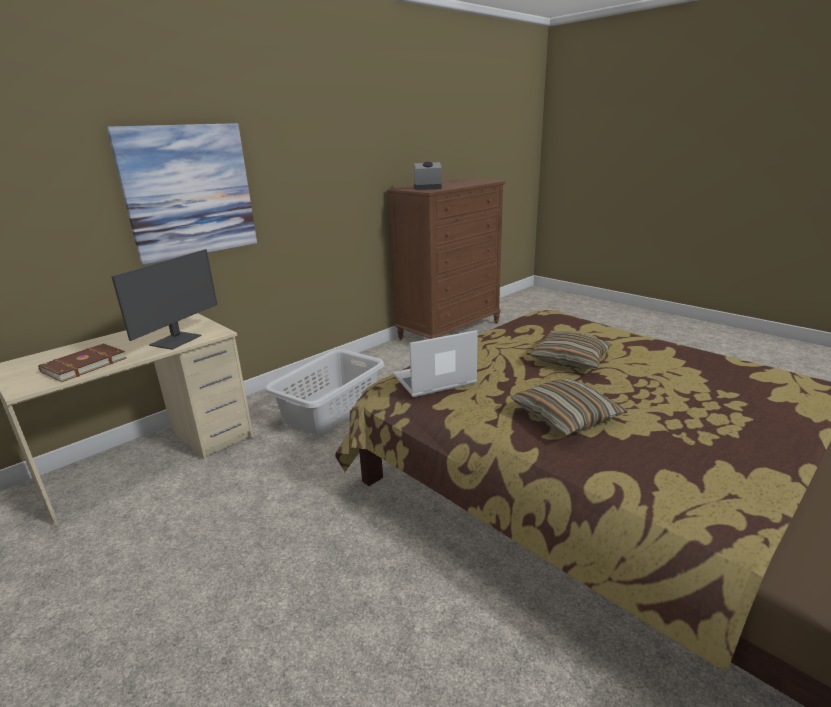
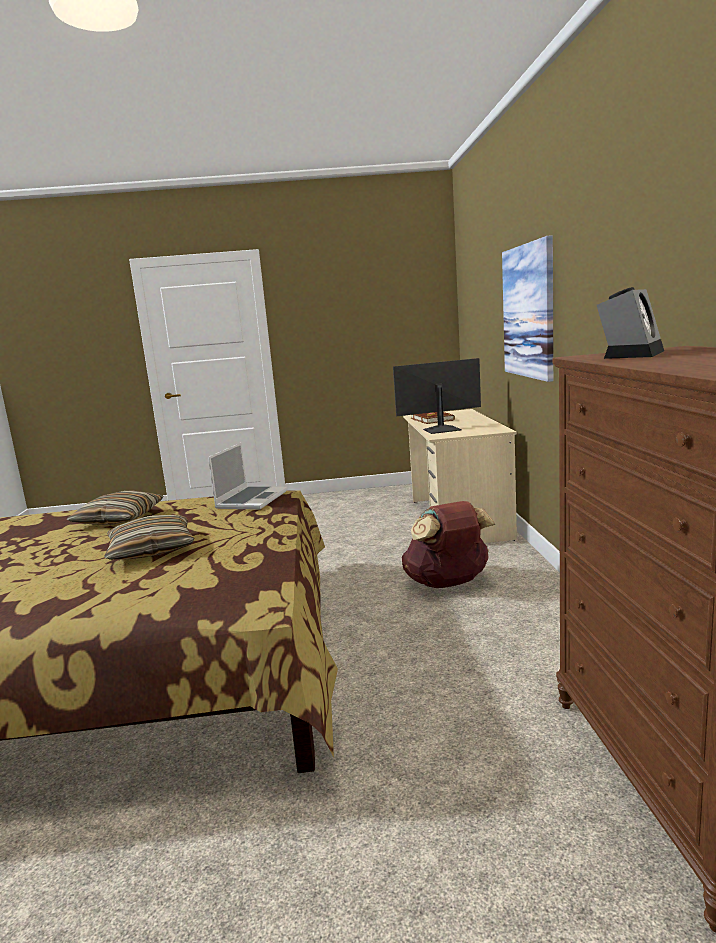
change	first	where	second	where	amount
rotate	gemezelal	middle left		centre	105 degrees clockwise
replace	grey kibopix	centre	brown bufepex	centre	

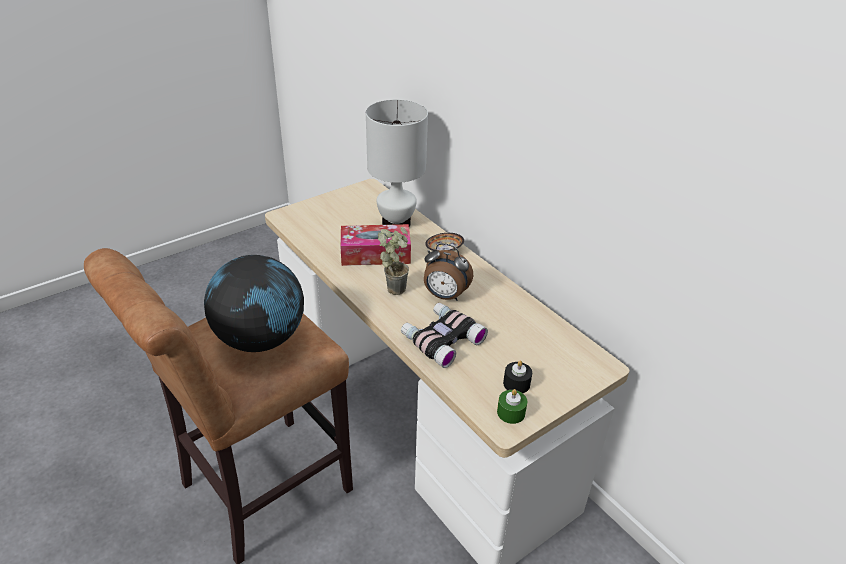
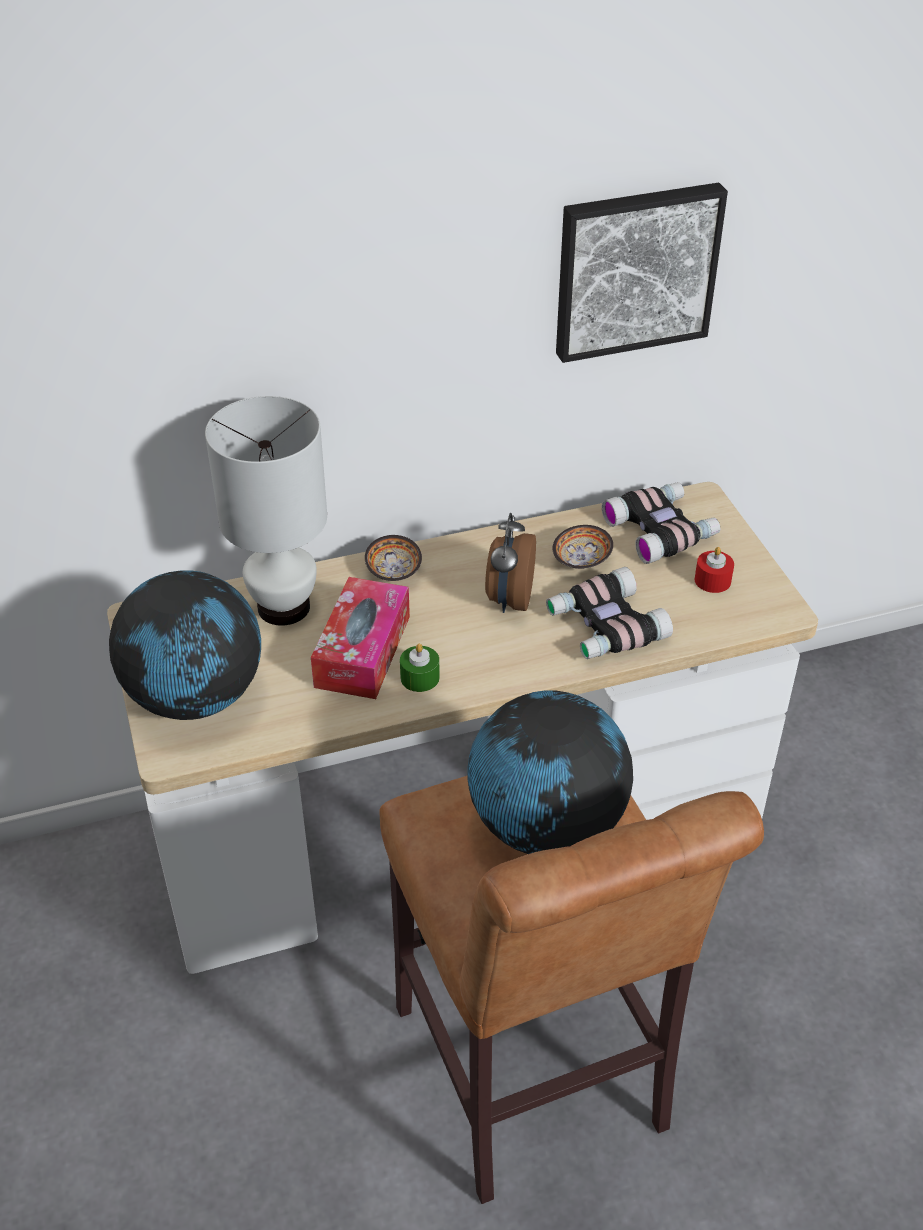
change	first	where	second	where	amount
insert			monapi (1st from left)	middle left	
move	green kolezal	bottom centre		centre	
rotate	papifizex	centre		centre	150 degrees clockwise
insert			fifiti (2nd from left)	centre	
insert			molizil	top right	
insert			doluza (2nd from left)	middle right	
recolor	black kolezal	bottom centre	red kolezal	middle right	
delete	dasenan	centre			

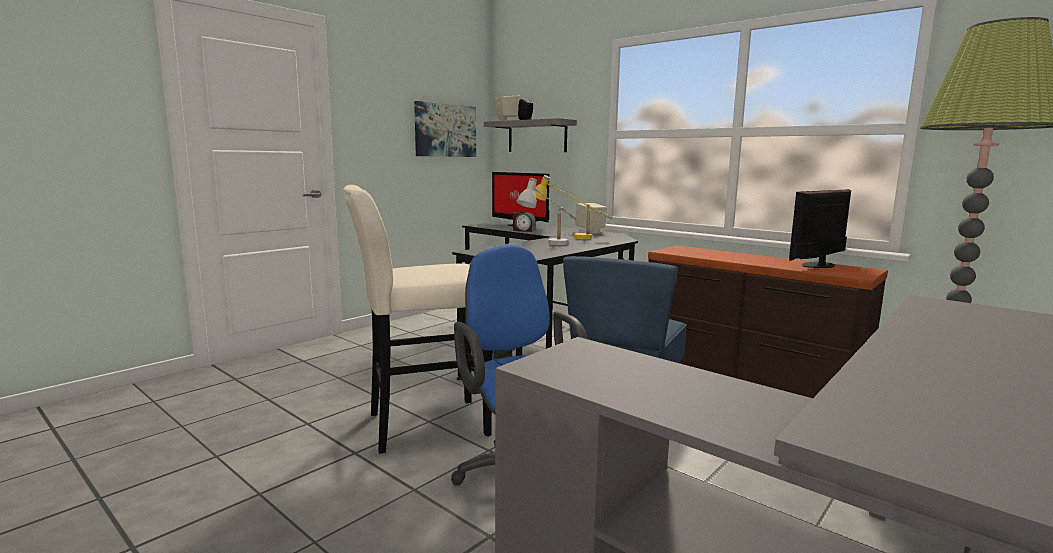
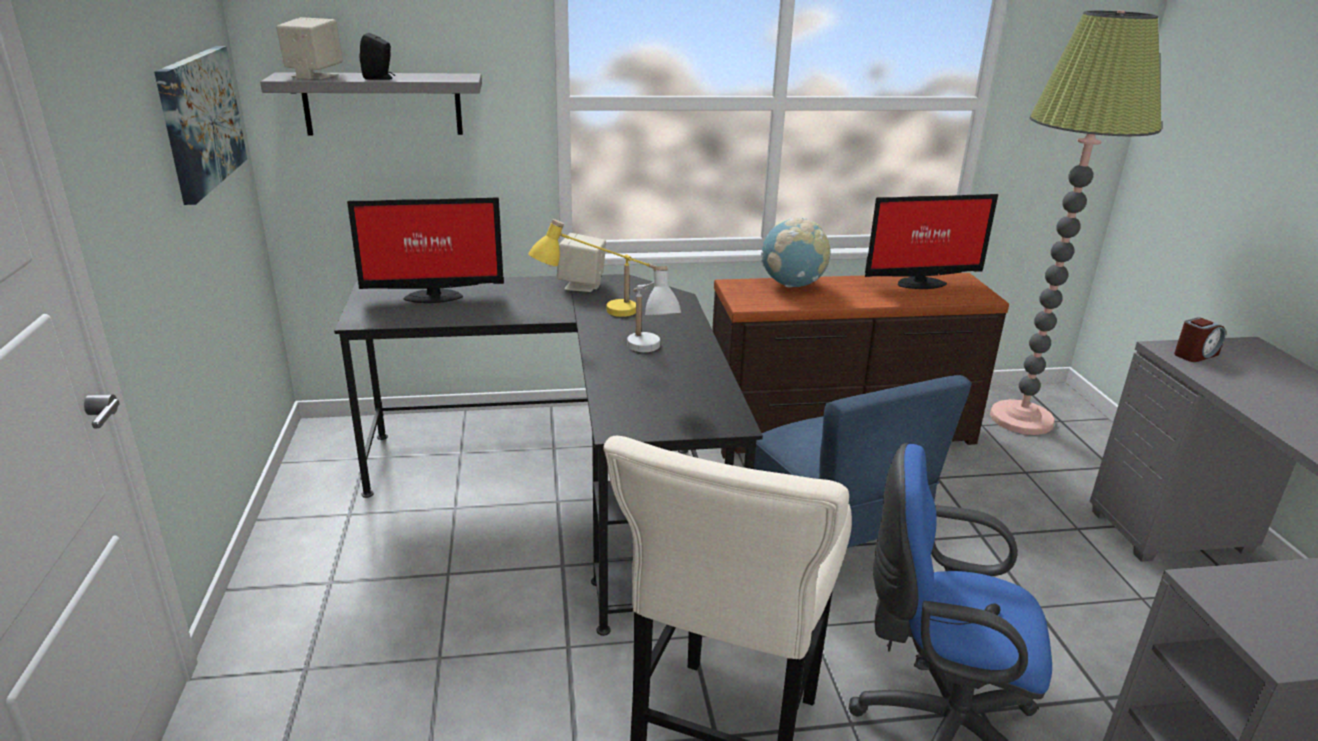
change	first	where	second	where	amount
insert			monapi	centre	
rotate	gemezelal (2nd from left)	middle right		top right	105 degrees counterclockwise
move	papifizex	centre		middle right	

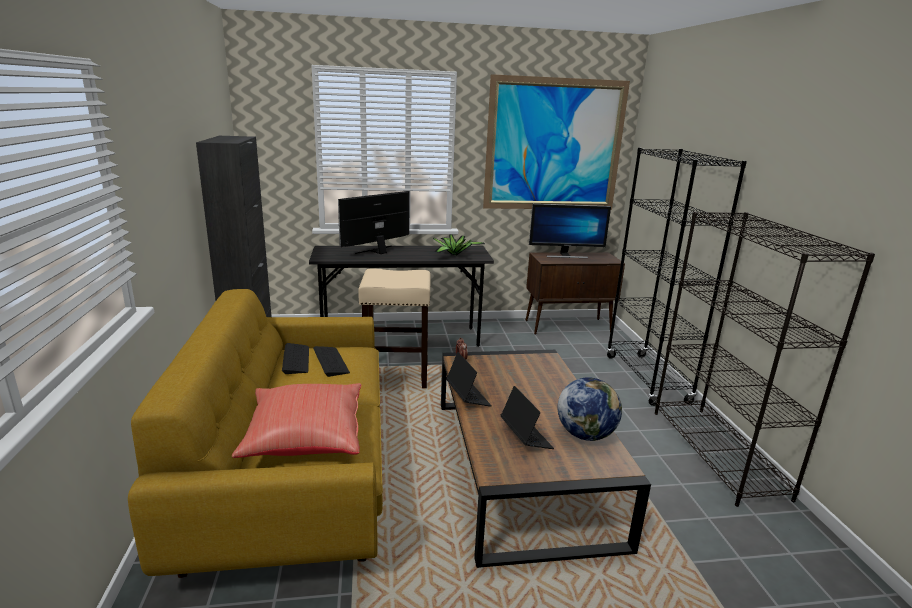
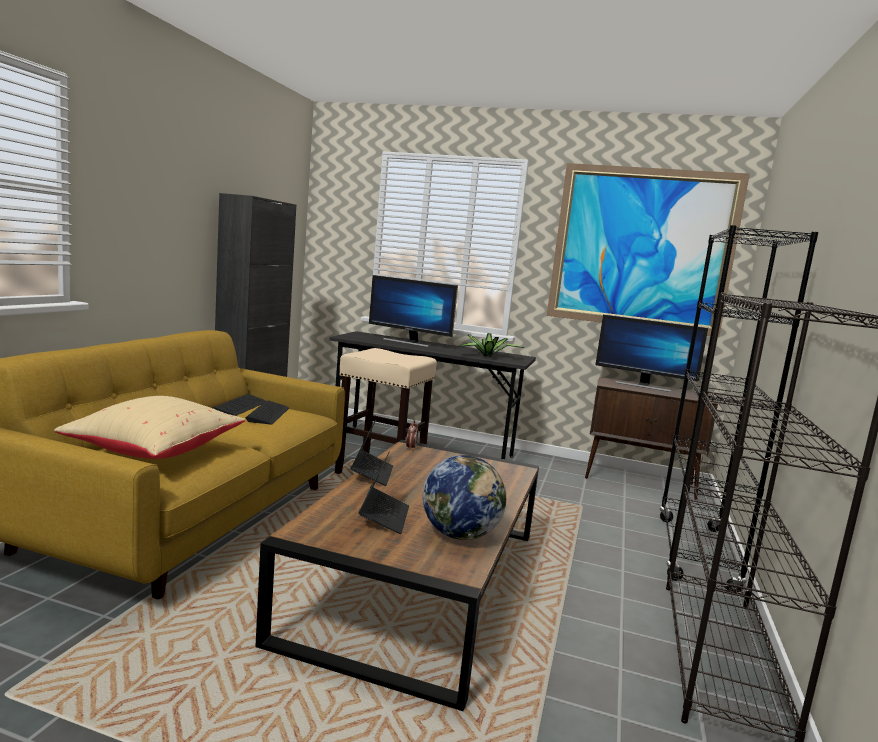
change	first	where	second	where	amount
recolor	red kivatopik	bottom left	beige kivatopik	middle left	
rotate	gemezelal (1st from left)	centre		centre	135 degrees counterclockwise

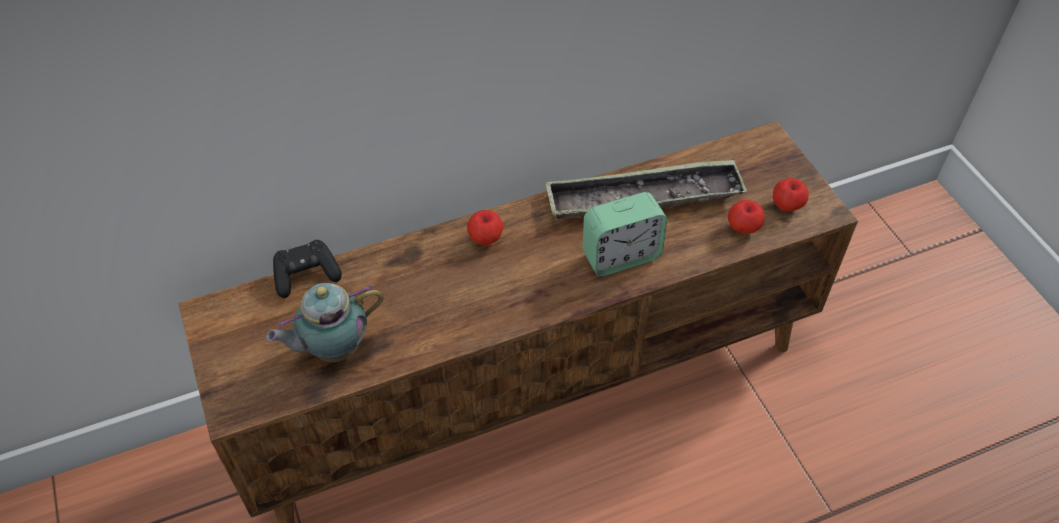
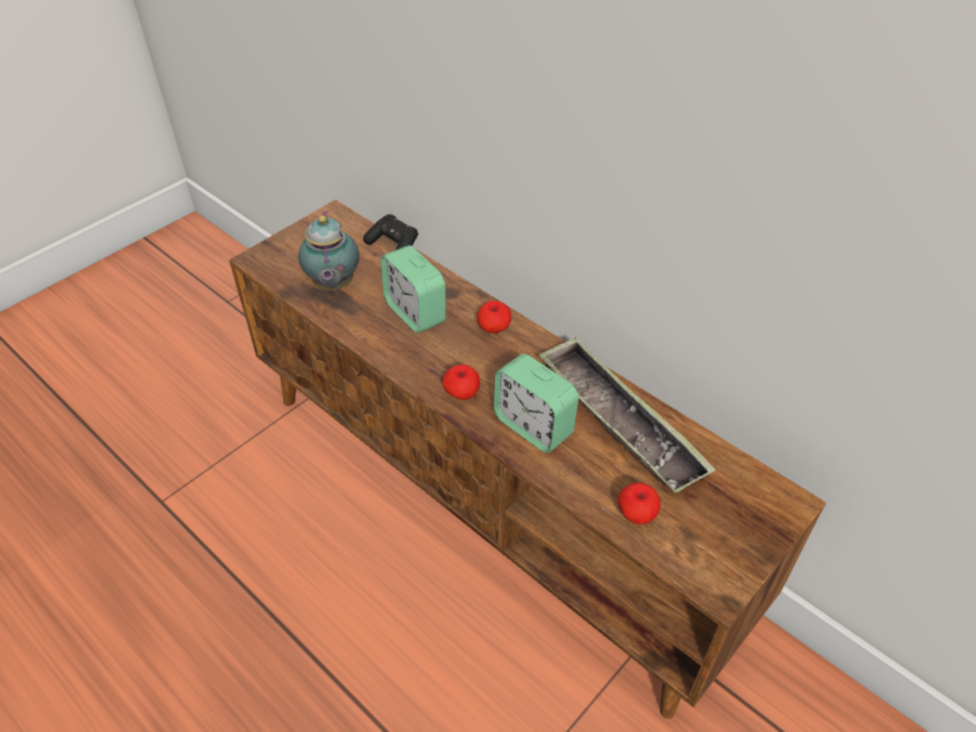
change	first	where	second	where	amount
rotate	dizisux	middle left		centre	135 degrees counterclockwise
insert			papifizex (1st from left)	centre	
move	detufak (3rd from left in the first image)	middle right	detufak (1st from left)	centre	

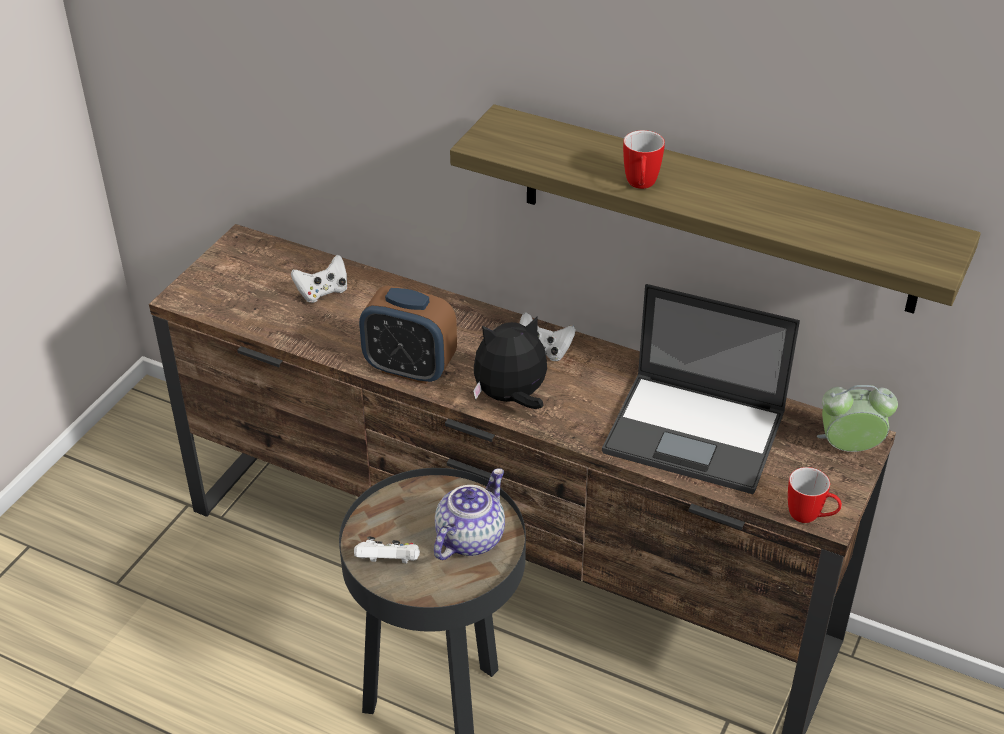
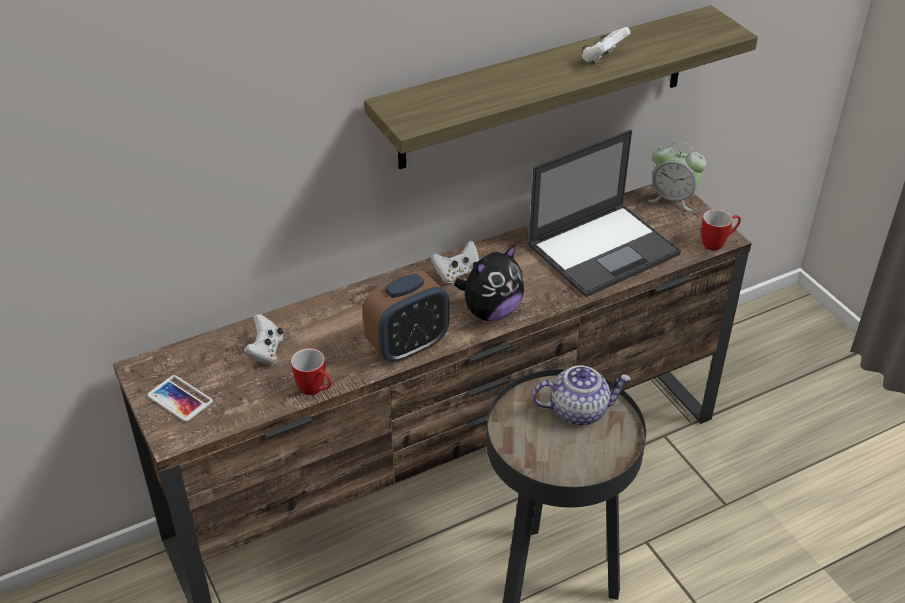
change	first	where	second	where	amount
insert			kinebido	middle left	
move	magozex (1st from left)	top centre		centre	
rotate	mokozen	centre		centre	150 degrees counterclockwise
rotate	dizisux	bottom centre		centre	105 degrees clockwise
move	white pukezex (2nd from left in the first image)	bottom centre	white pukezex (3rd from left)	top right	
rotate	papifizex (2nd from left)	middle right		top right	105 degrees counterclockwise

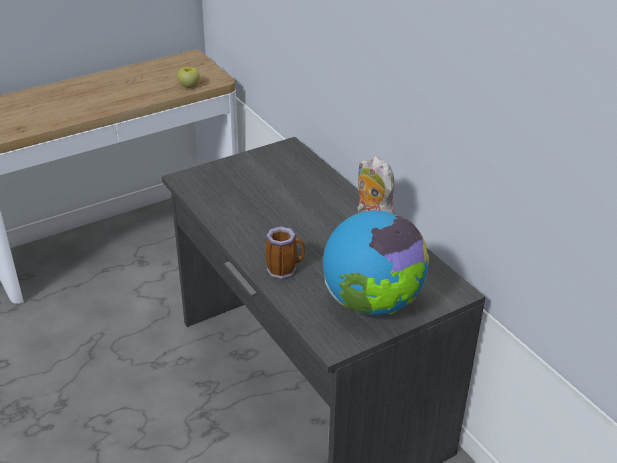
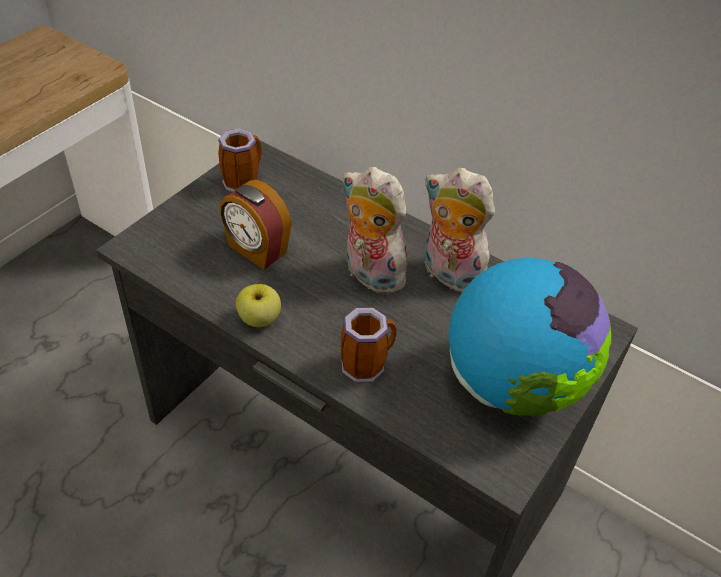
change	first	where	second	where	amount
insert			magozex (1st from left)	top left	
insert			papifizex	centre	
move	detufak	top left		centre	
insert			mokozen (1st from left)	centre	

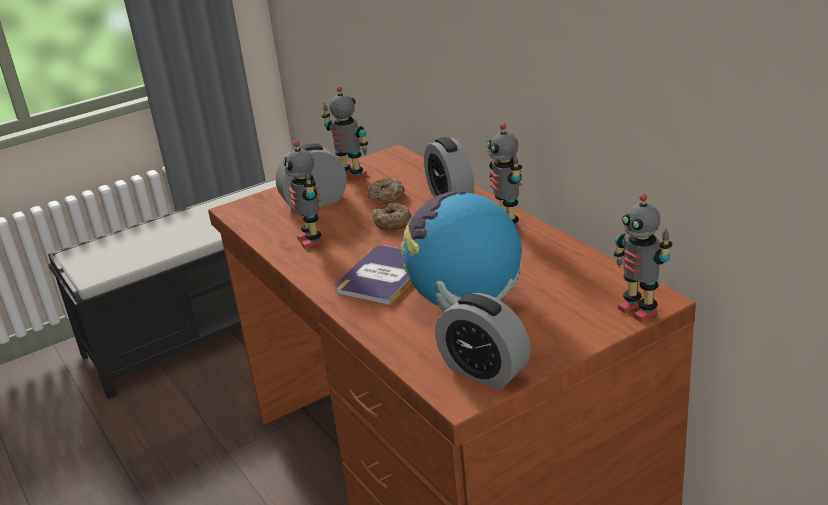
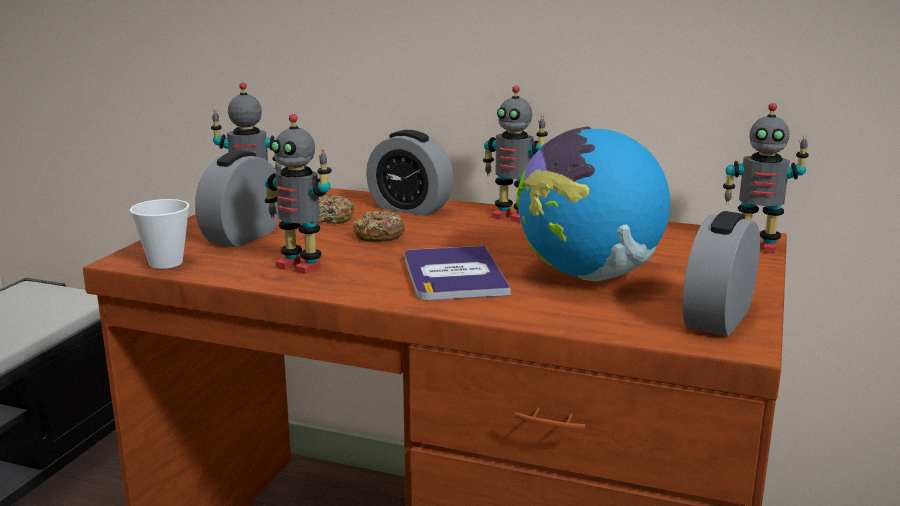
change	first	where	second	where	amount
insert			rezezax	middle left	
rotate	papifizex (3rd from left)	bottom centre		middle right	120 degrees clockwise

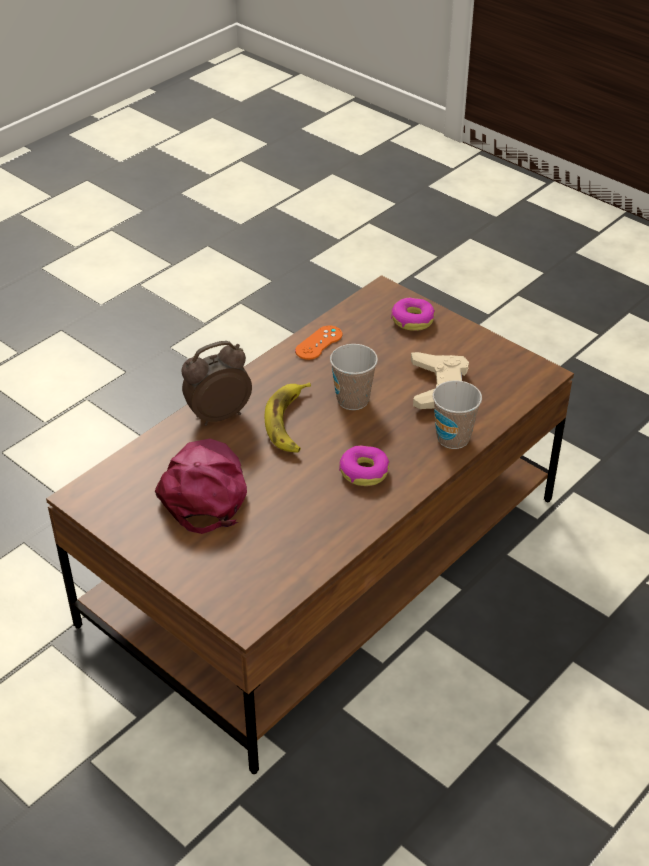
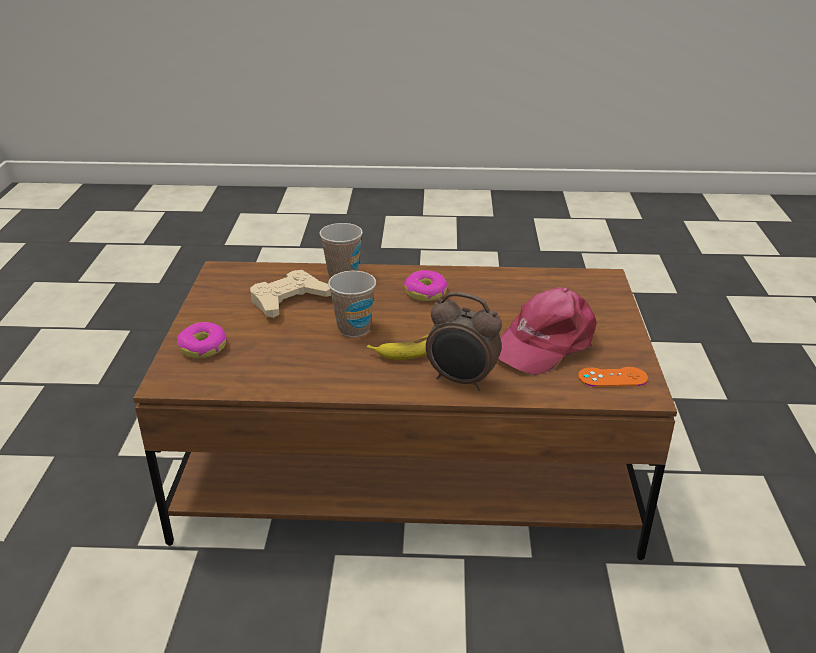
change	first	where	second	where	amount
move	orange pukezex	centre		middle right	

